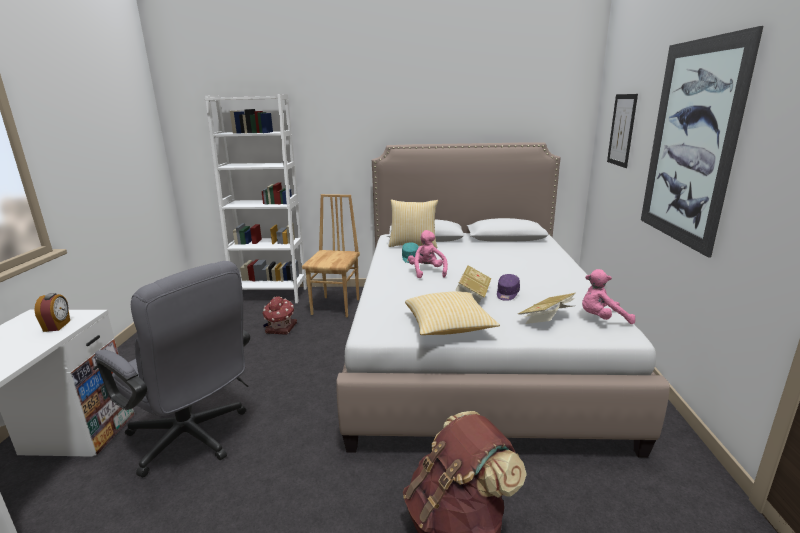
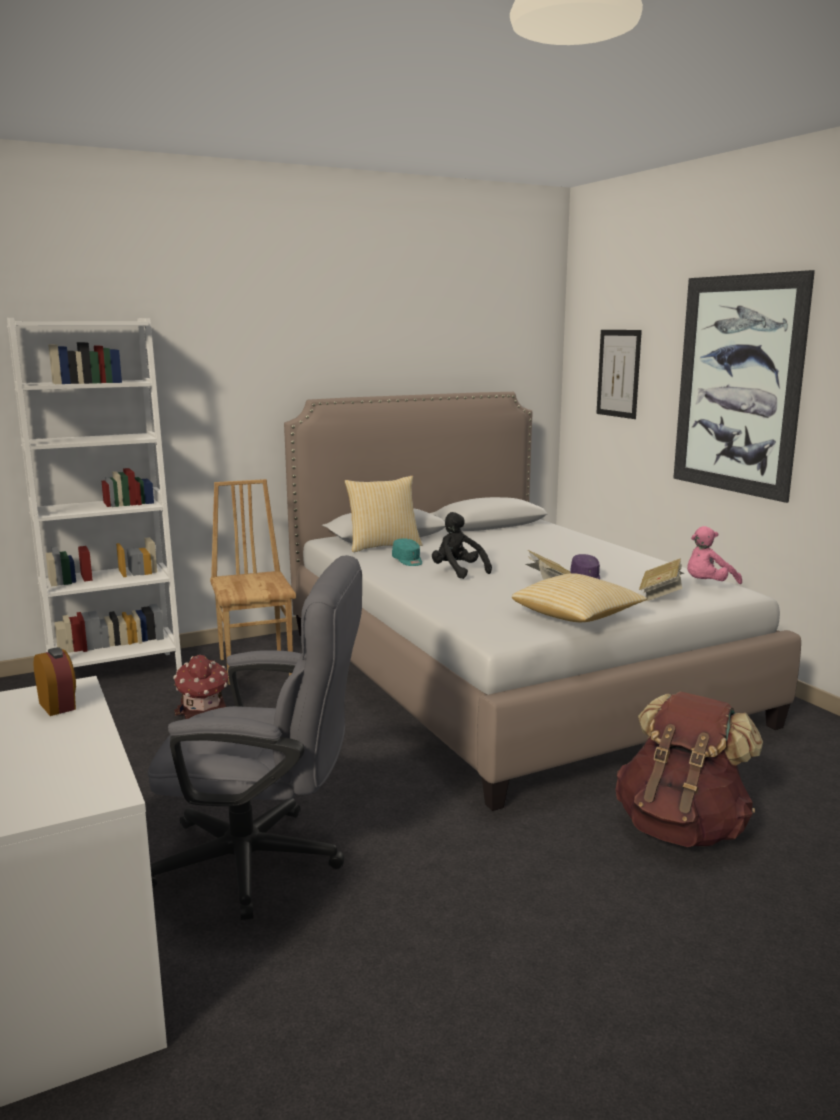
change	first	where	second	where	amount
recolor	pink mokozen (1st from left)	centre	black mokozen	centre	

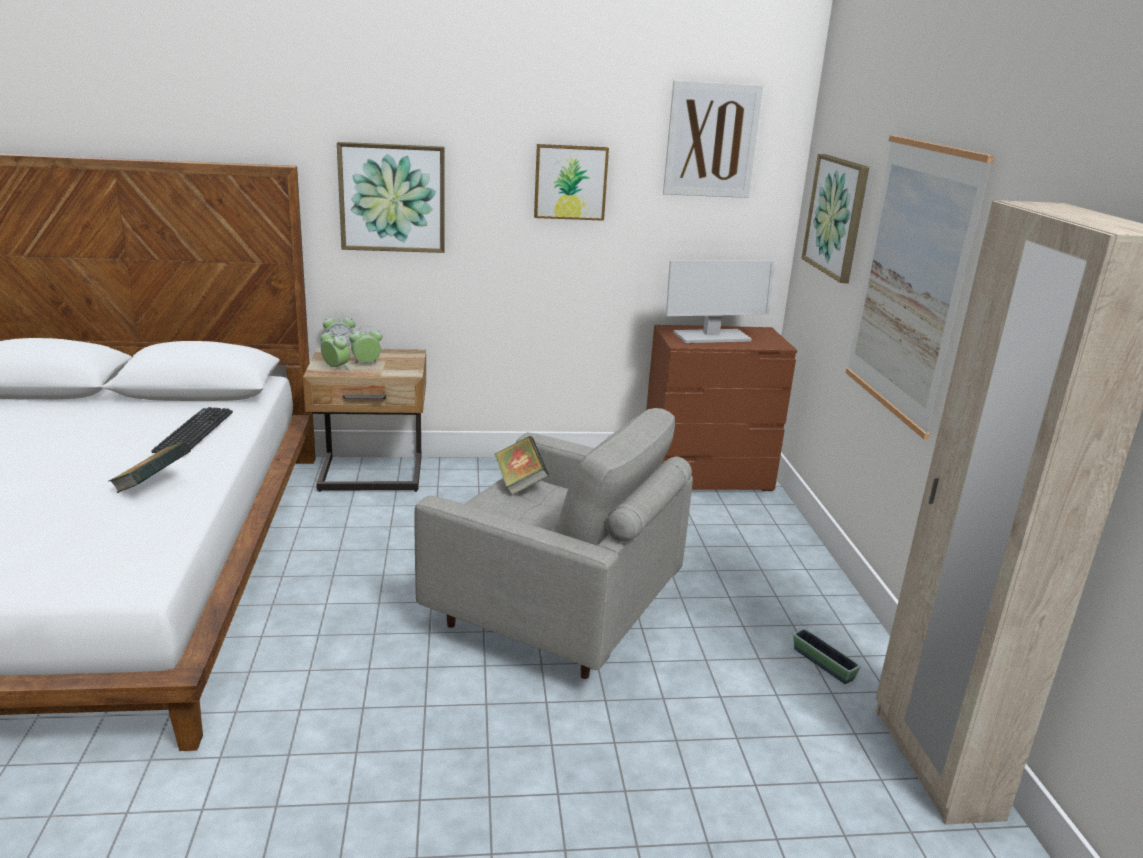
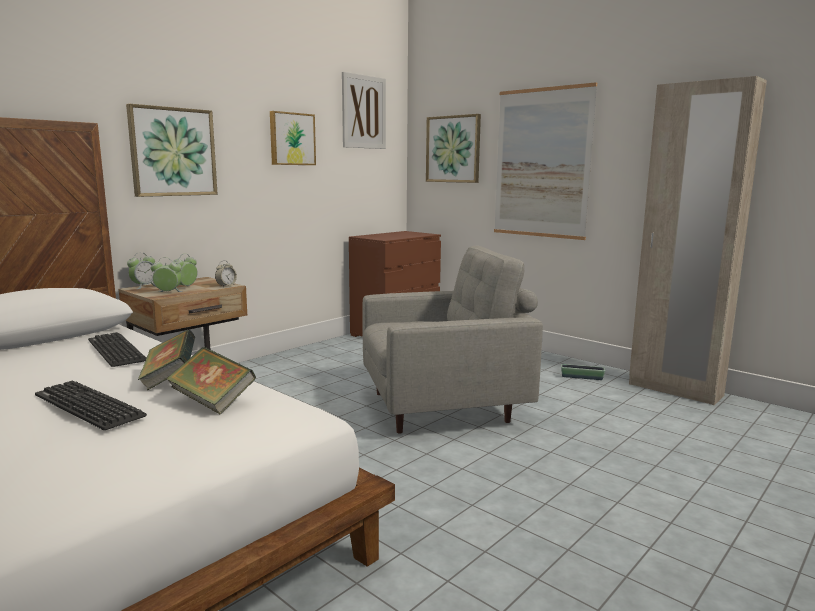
change	first	where	second	where	amount
insert			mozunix (1st from left)	middle left	
move	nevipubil (2nd from left)	centre		middle left	
insert			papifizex (4th from left)	middle left	
delete	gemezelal	centre			

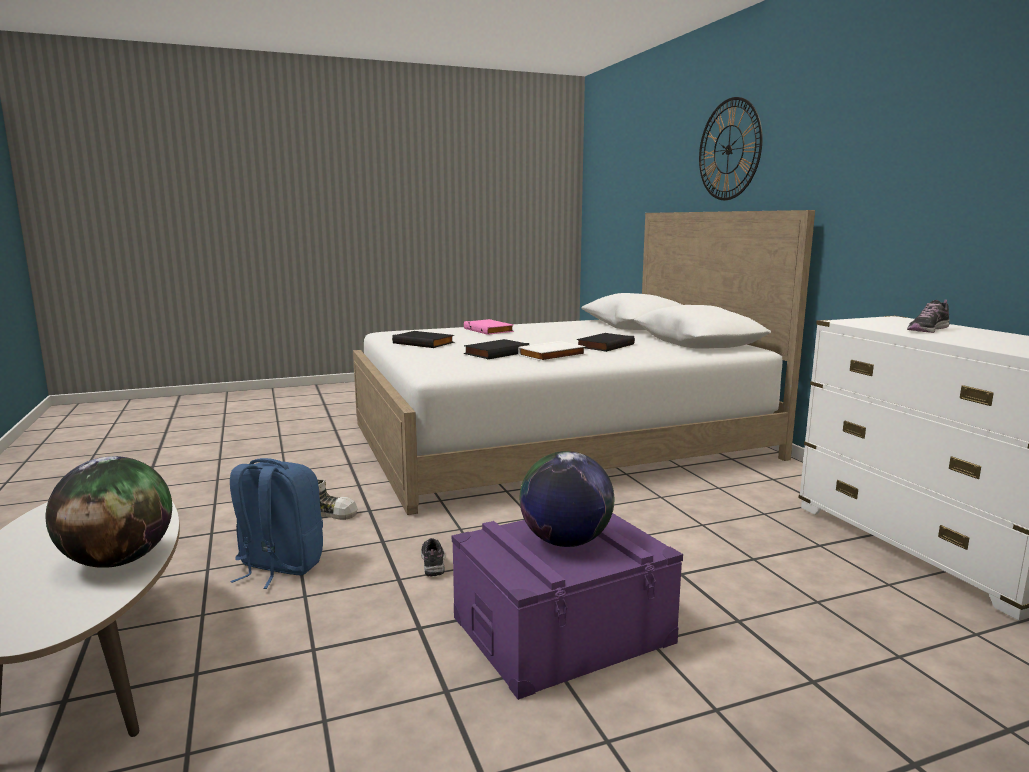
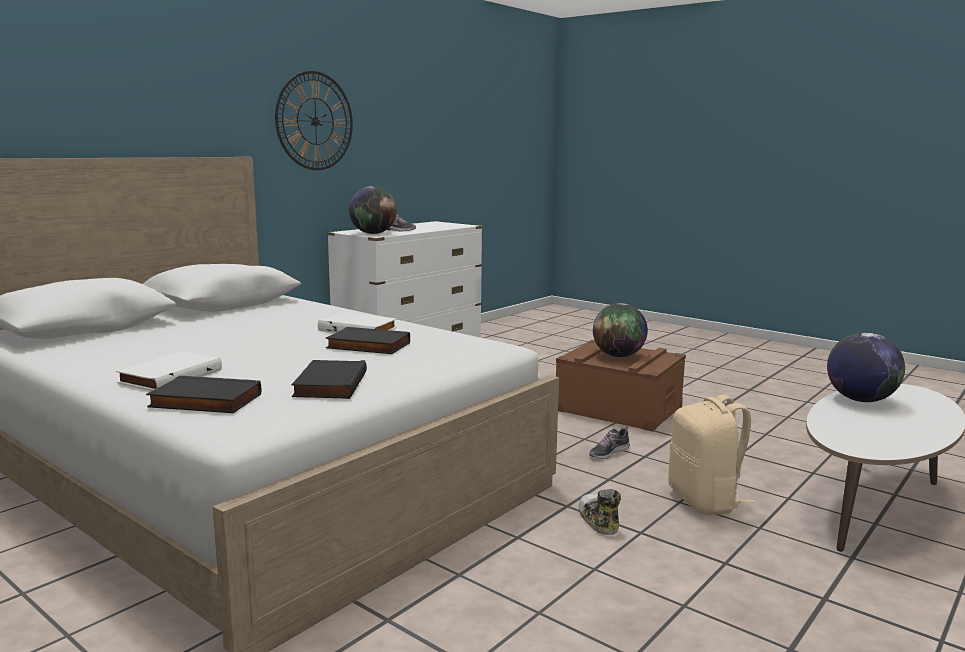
change	first	where	second	where	amount
recolor	pink nevipubil	centre	white nevipubil (1st from left)	middle left	
move	black nevipubil (3rd from left in the first image)	centre	black nevipubil (1st from left)	middle left	
move	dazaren	top right		top left	
insert			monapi (1st from left)	top centre	
recolor	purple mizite	bottom centre	brown mizite	centre	
recolor	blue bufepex	bottom left	beige bufepex	bottom right	

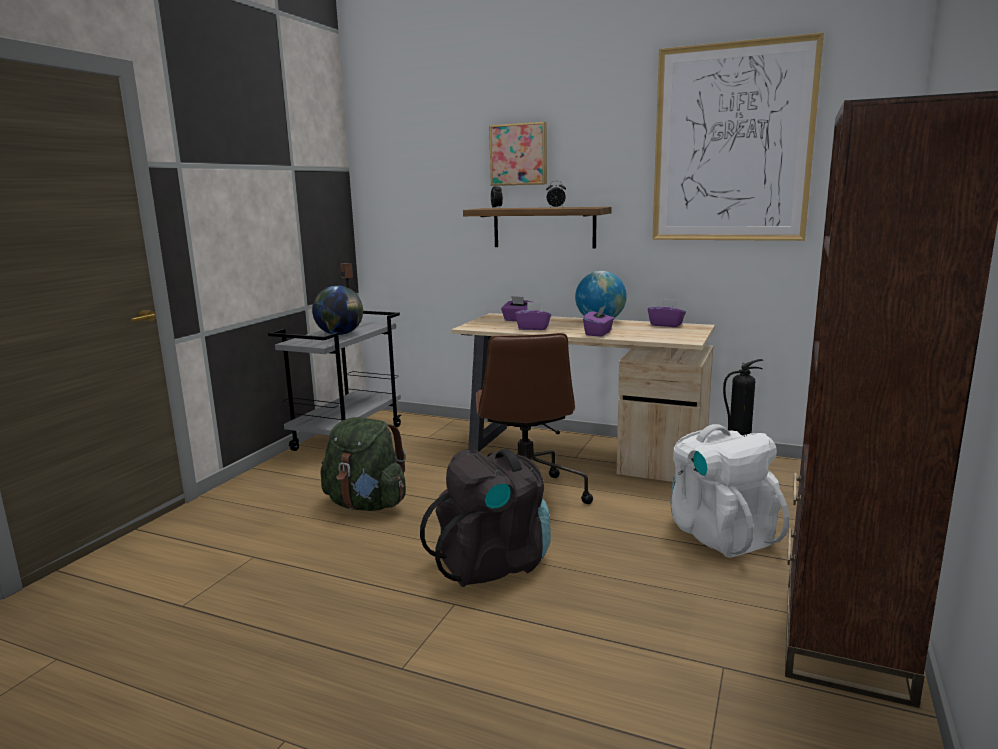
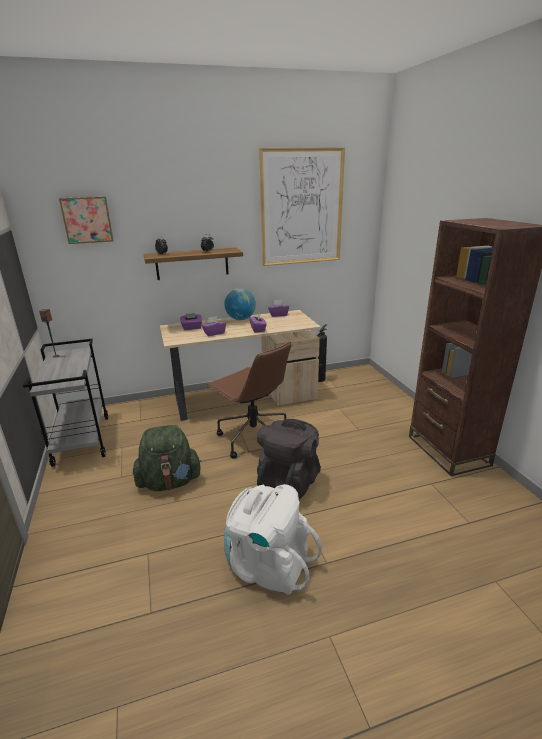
change	first	where	second	where	amount
move	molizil (1st from left)	top centre		top left	
move	white bufepex	middle right		bottom centre	
delete	monapi (1st from left)	centre			

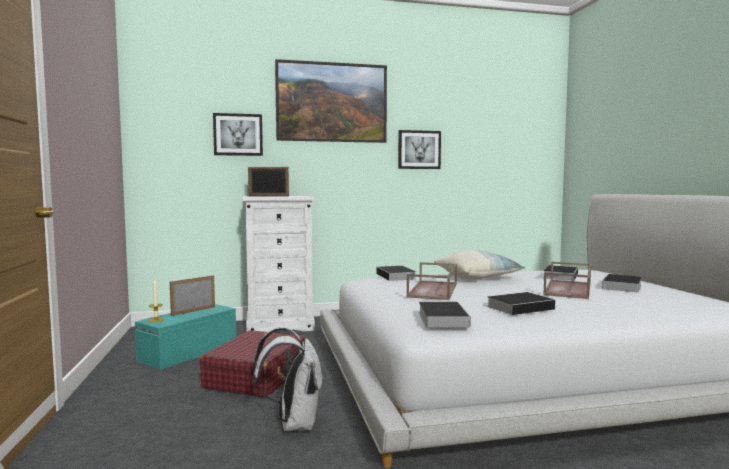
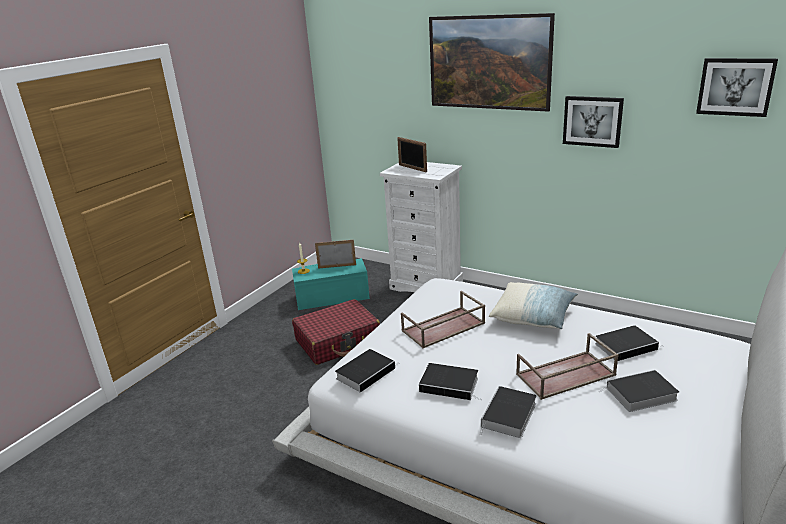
change	first	where	second	where	amount
move	nevipubil (1st from left in the first image)	centre	nevipubil (3rd from left)	bottom centre	
move	molizil (1st from left in the first image)	top left	molizil (3rd from left)	top right	
delete	white bufepex	bottom centre			

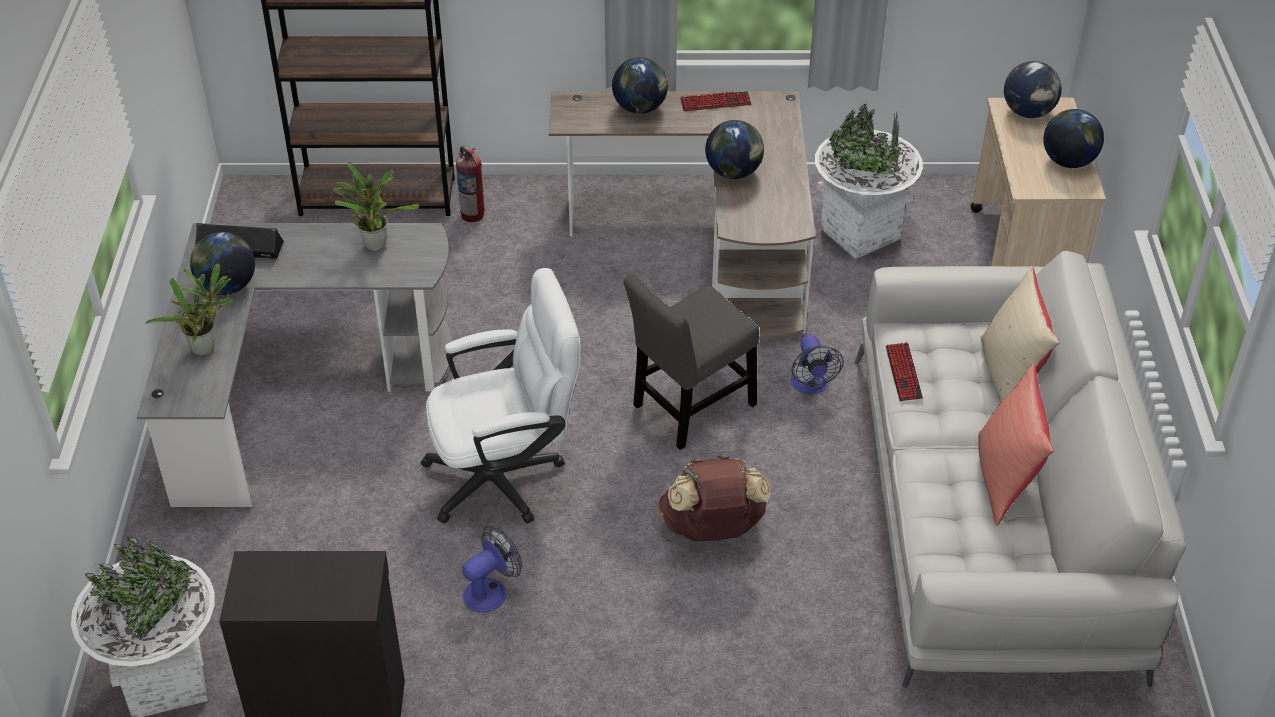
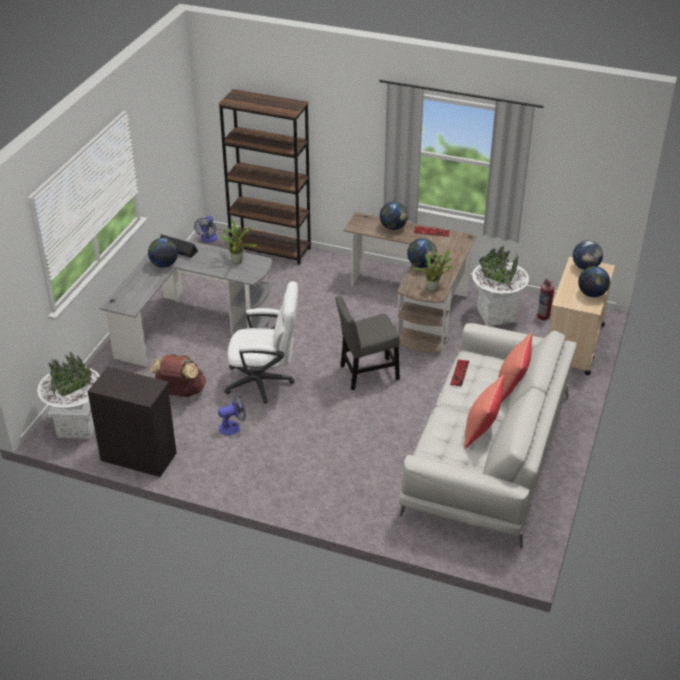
change	first	where	second	where	amount
move	brown bufepex	bottom centre		middle left	
move	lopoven (2nd from left in the first image)	centre	lopoven (1st from left)	middle left	
move	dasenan (1st from left in the first image)	middle left	dasenan (2nd from left)	centre	
recolor	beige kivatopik	middle right	red kivatopik (2nd from left)	middle right	
move	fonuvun	top centre		middle right	

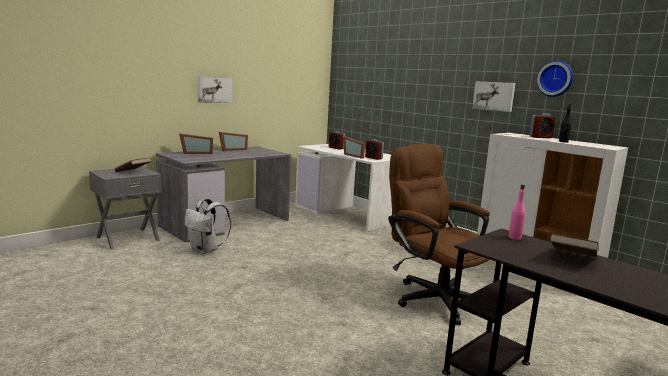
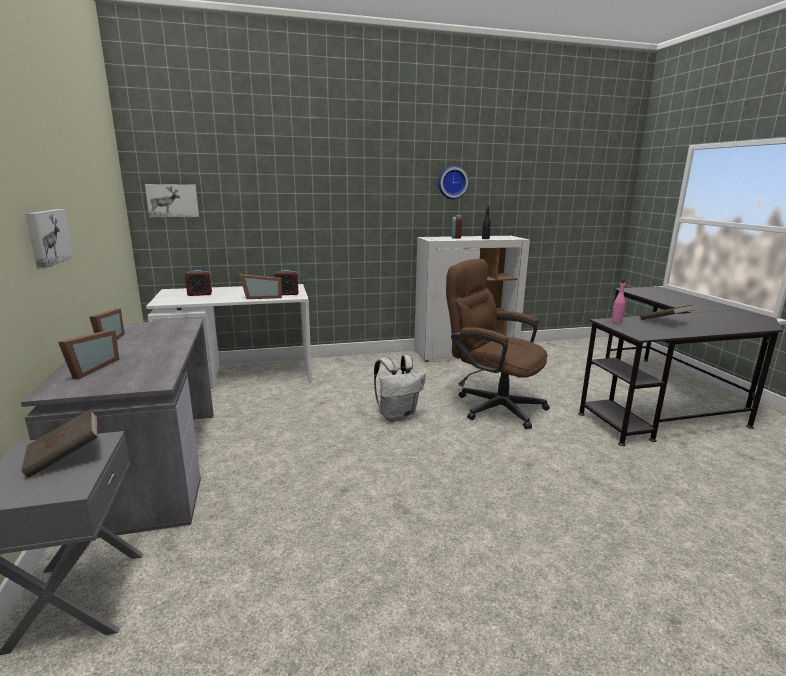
change	first	where	second	where	amount
move	molizil (2nd from left)	top right		top left	
move	white bufepex	middle left		centre	
rotate	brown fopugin	centre		centre	45 degrees clockwise

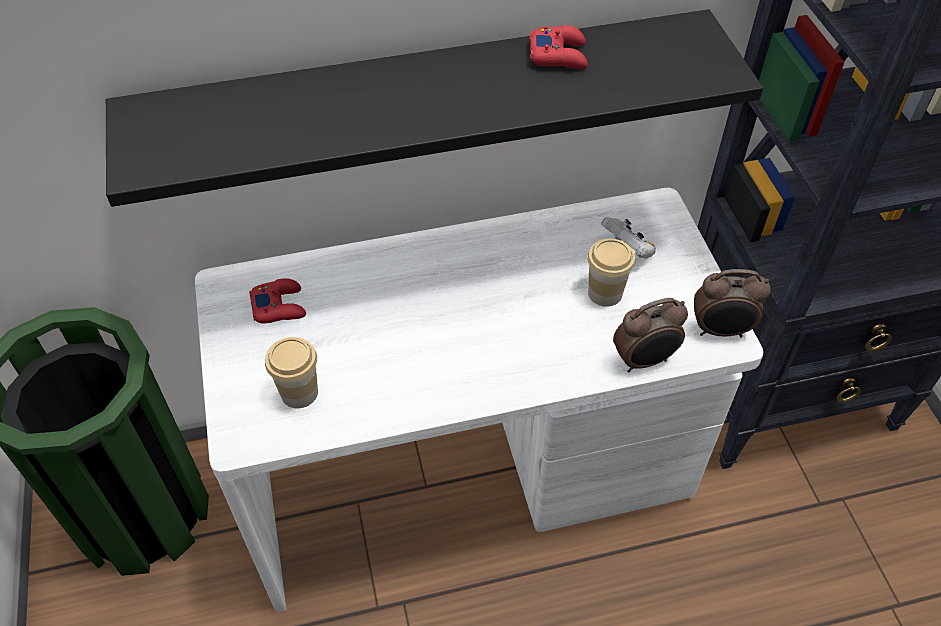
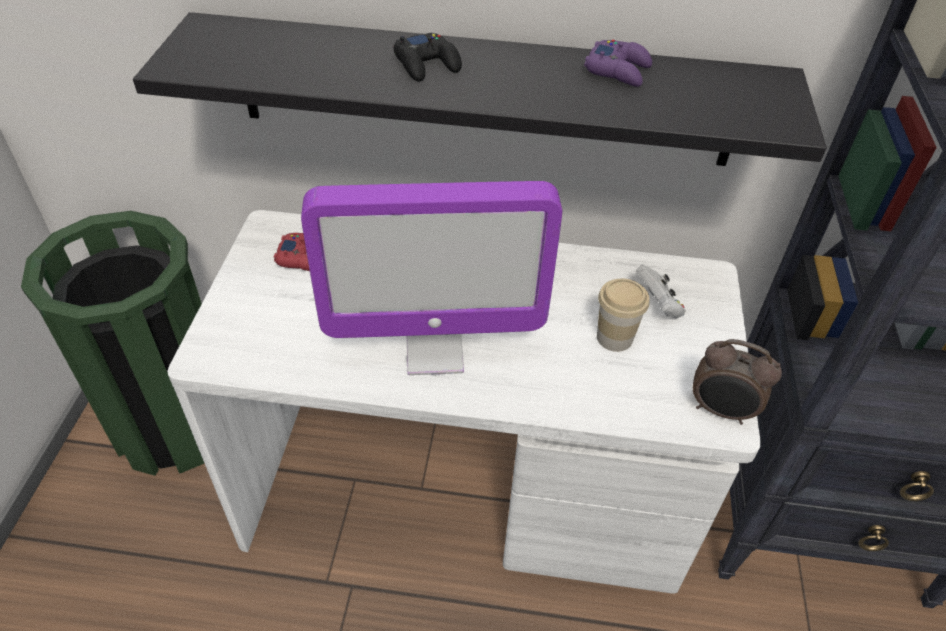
change	first	where	second	where	amount
insert			gemezelal	centre	
insert			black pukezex	top centre	
recolor	red pukezex (2nd from left)	top centre	purple pukezex	top centre	
delete	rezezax (1st from left)	middle left			
delete	papifizex (1st from left)	middle right			

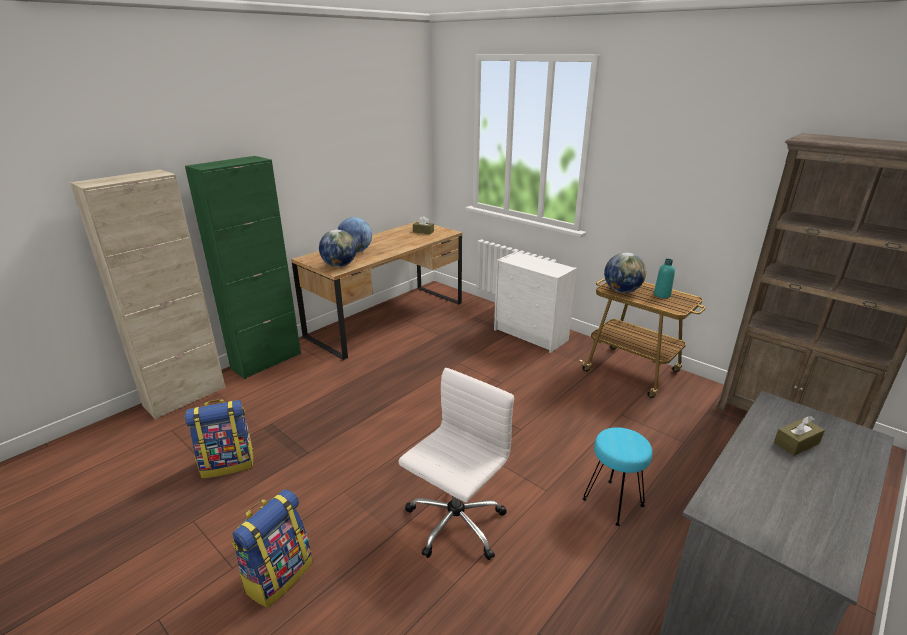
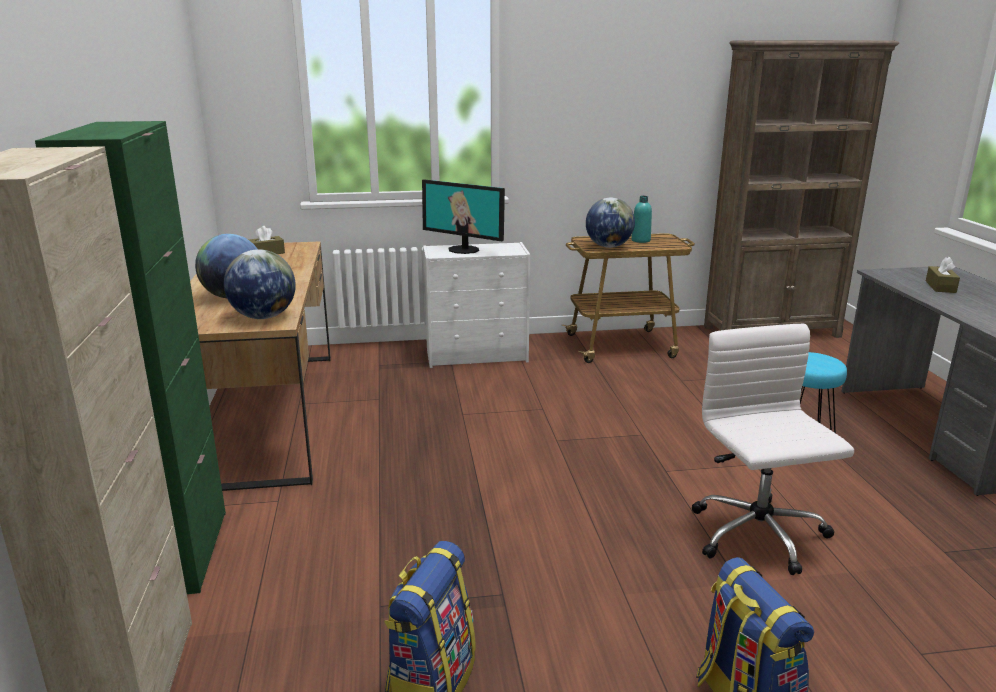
change	first	where	second	where	amount
insert			gemezelal	top centre	

